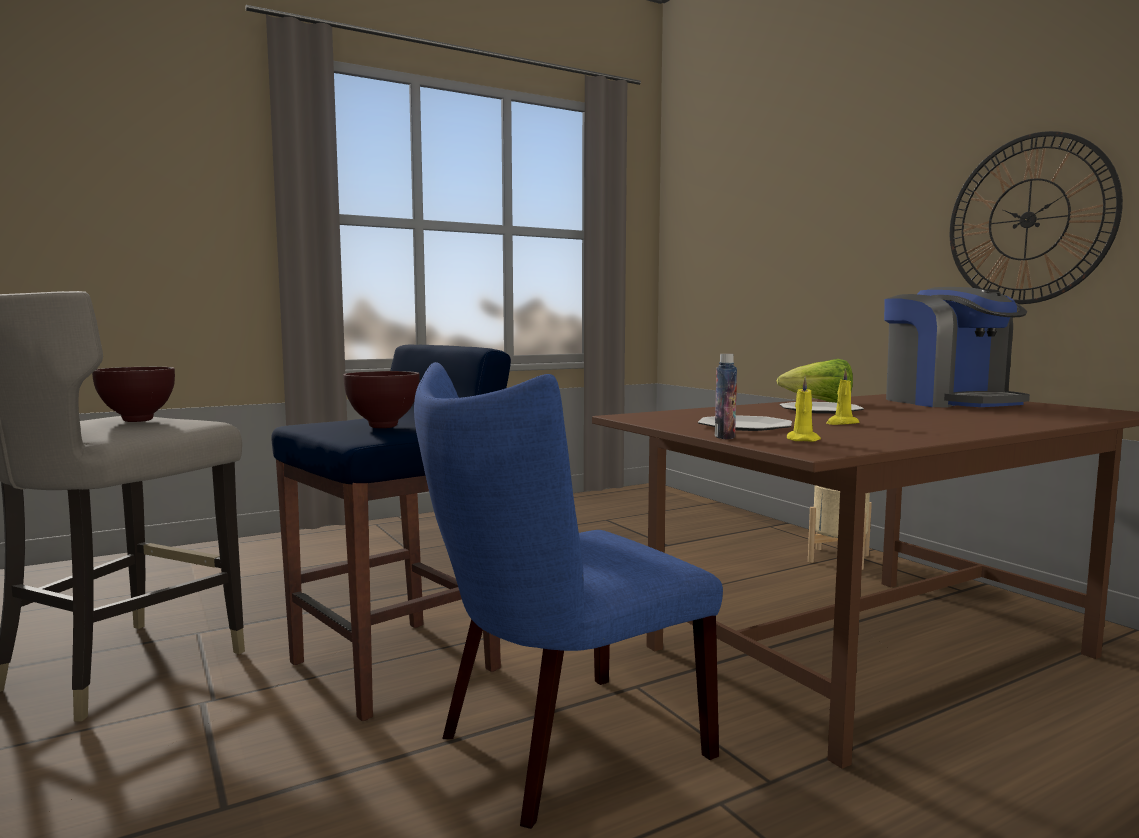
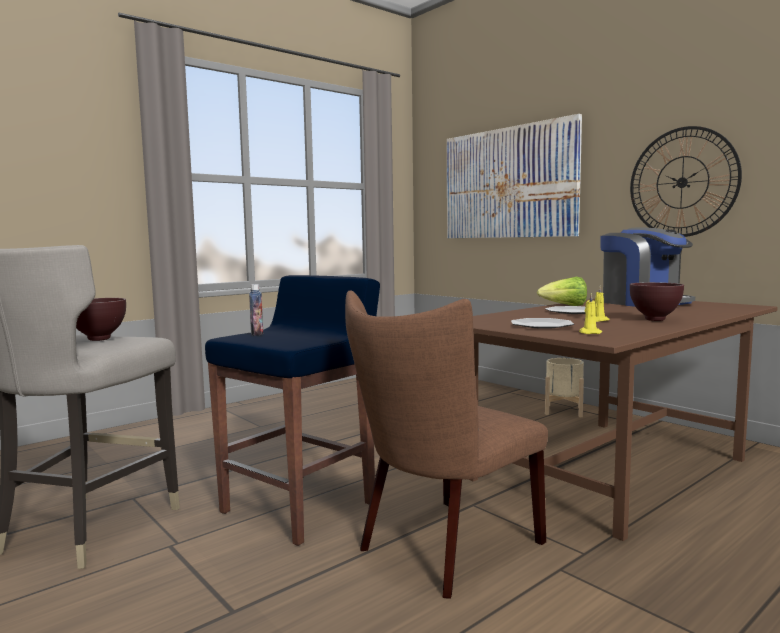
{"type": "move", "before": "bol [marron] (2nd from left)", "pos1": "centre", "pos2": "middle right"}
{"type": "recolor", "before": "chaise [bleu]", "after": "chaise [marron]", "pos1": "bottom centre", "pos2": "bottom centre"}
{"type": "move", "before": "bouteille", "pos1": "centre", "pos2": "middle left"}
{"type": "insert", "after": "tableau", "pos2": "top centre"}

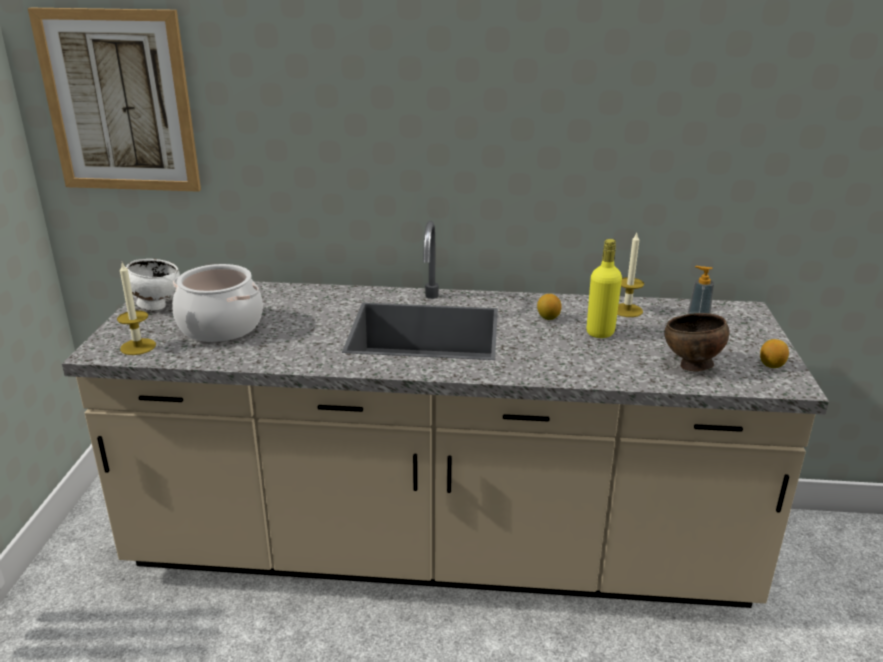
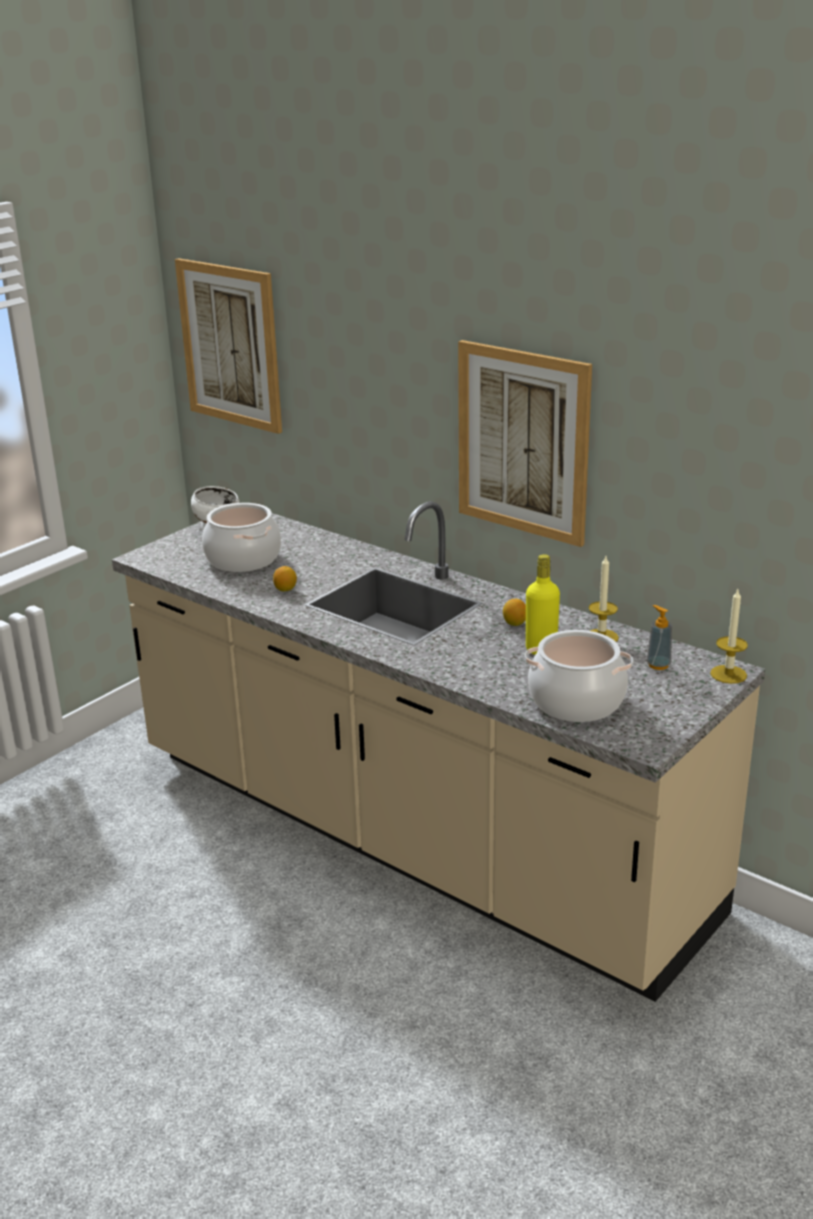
{"type": "move", "before": "bougie (1st from left in the first image)", "after": "bougie (2nd from left)", "pos1": "middle left", "pos2": "middle right"}
{"type": "replace", "before": "bol [marron]", "after": "marmite (2nd from left)", "pos1": "middle right", "pos2": "middle right"}
{"type": "move", "before": "citron (2nd from left in the first image)", "after": "citron (1st from left)", "pos1": "middle right", "pos2": "centre"}
{"type": "insert", "after": "tableau (2nd from left)", "pos2": "centre"}

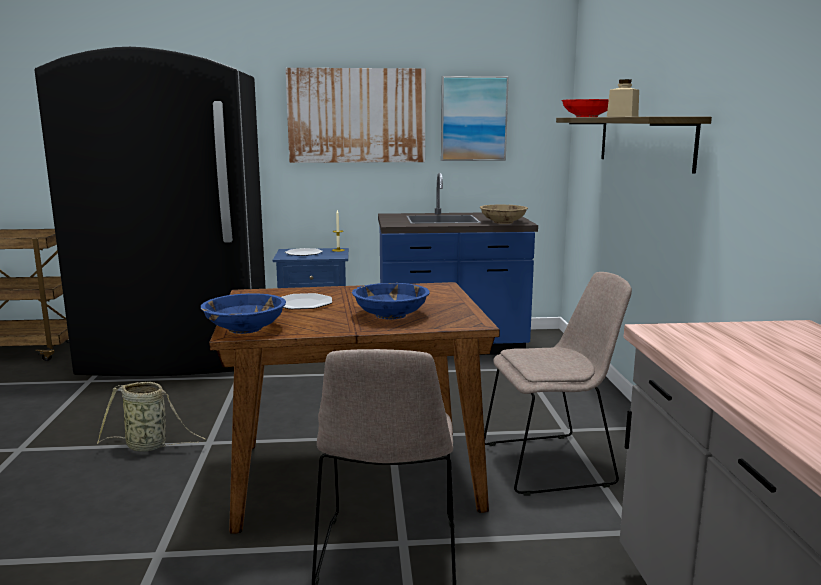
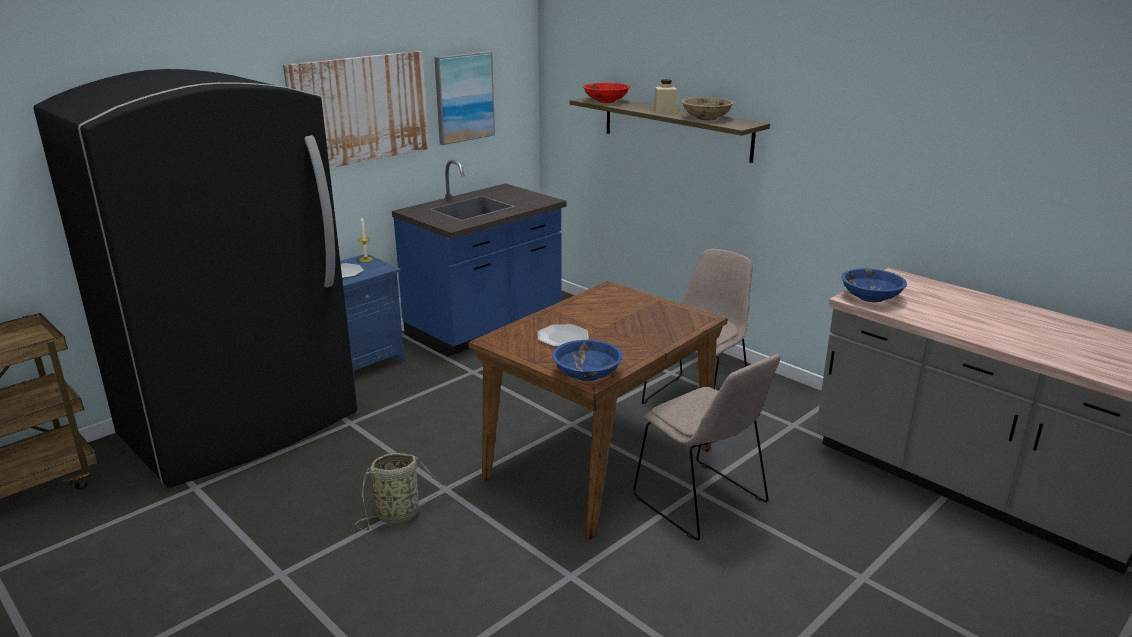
{"type": "move", "before": "bol [bleu] (2nd from left)", "pos1": "centre", "pos2": "middle right"}
{"type": "move", "before": "bol [beige]", "pos1": "centre", "pos2": "top centre"}

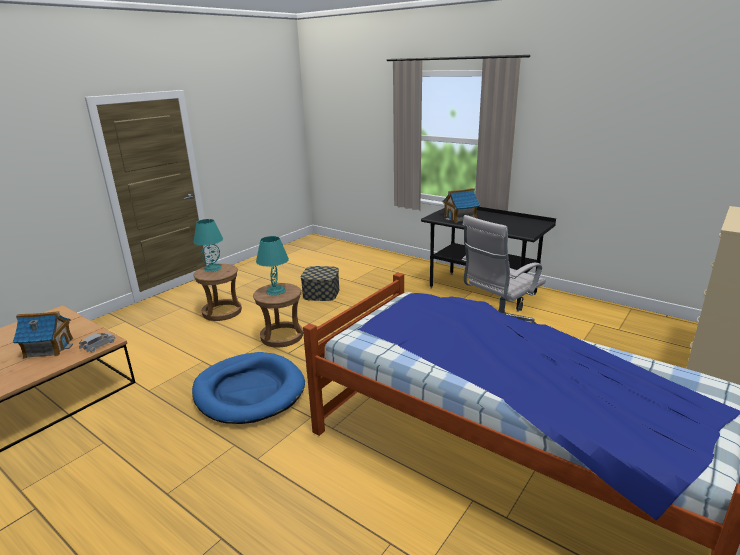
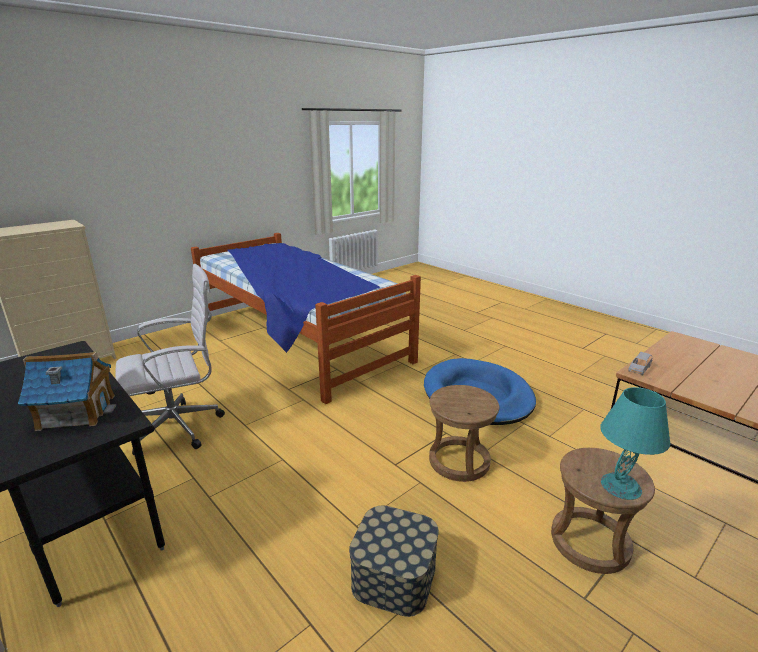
{"type": "delete", "before": "maison miniature (1st from left)", "pos1": "middle left"}
{"type": "delete", "before": "lampe de table [turquoise] (2nd from left)", "pos1": "centre"}

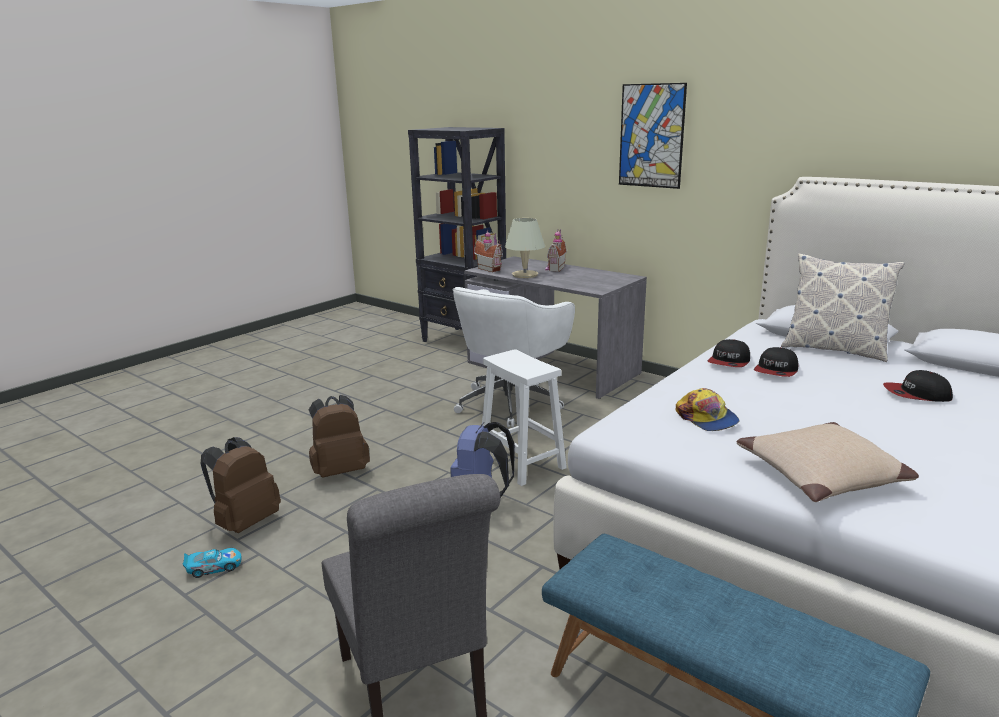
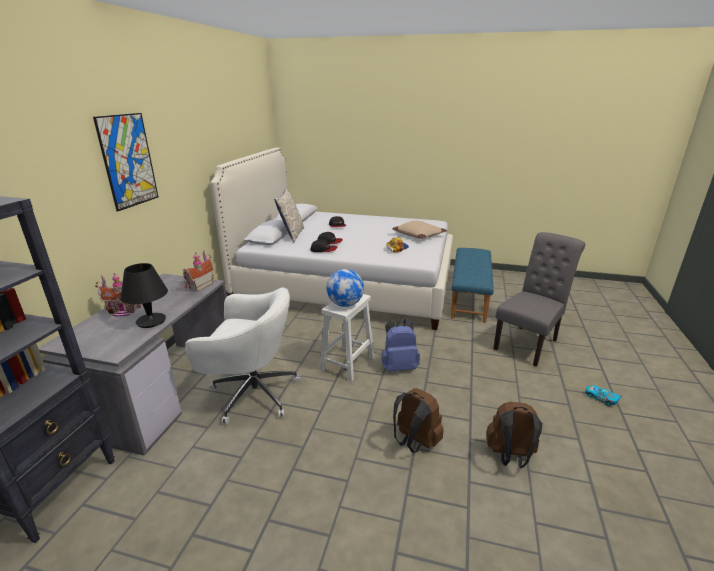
{"type": "move", "before": "petite voiture", "pos1": "bottom left", "pos2": "bottom right"}
{"type": "move", "before": "maison miniature (1st from left in the first image)", "after": "maison miniature (2nd from left)", "pos1": "centre", "pos2": "middle left"}
{"type": "recolor", "before": "lampe de table [beige]", "after": "lampe de table [noir]", "pos1": "centre", "pos2": "middle left"}
{"type": "insert", "after": "globe", "pos2": "centre"}

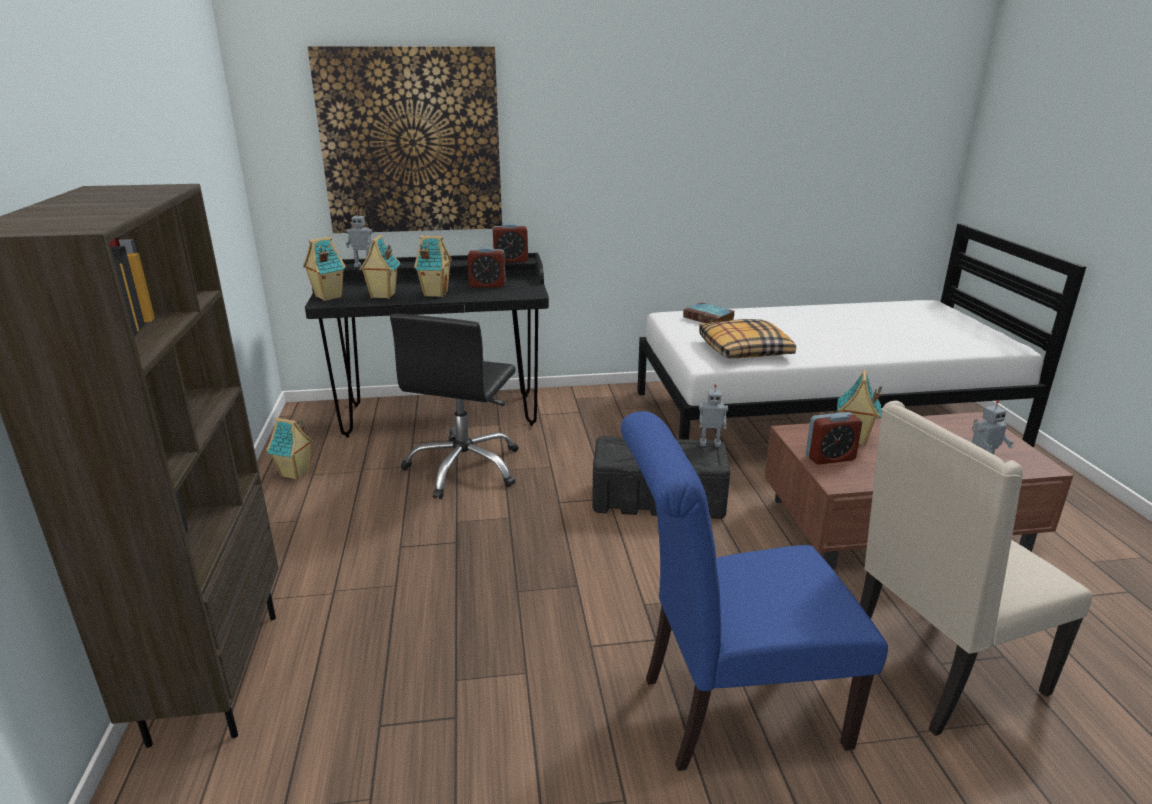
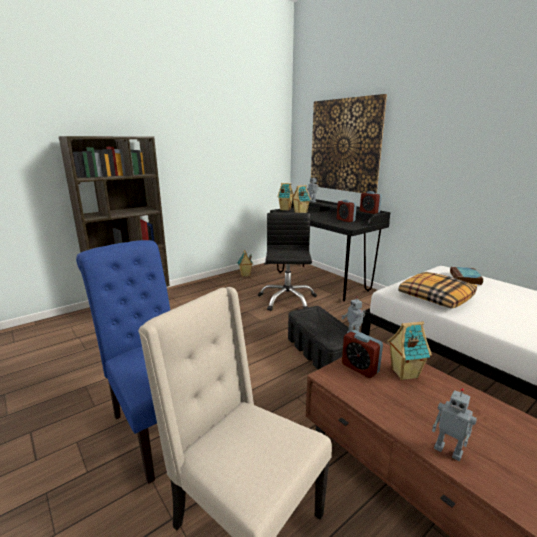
{"type": "rotate", "before": "chaise de bureau [noir]", "pos1": "centre", "pos2": "centre", "turn": 105}
{"type": "delete", "before": "maison miniature (4th from left)", "pos1": "top centre"}

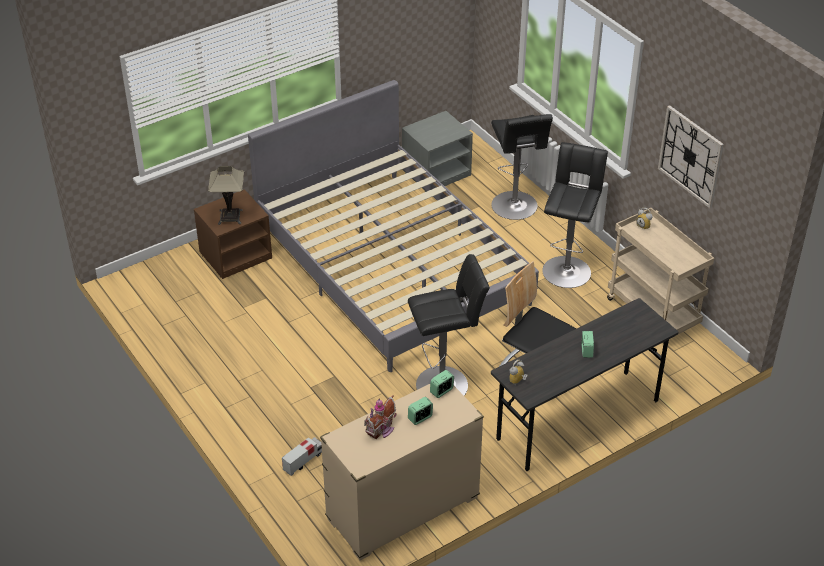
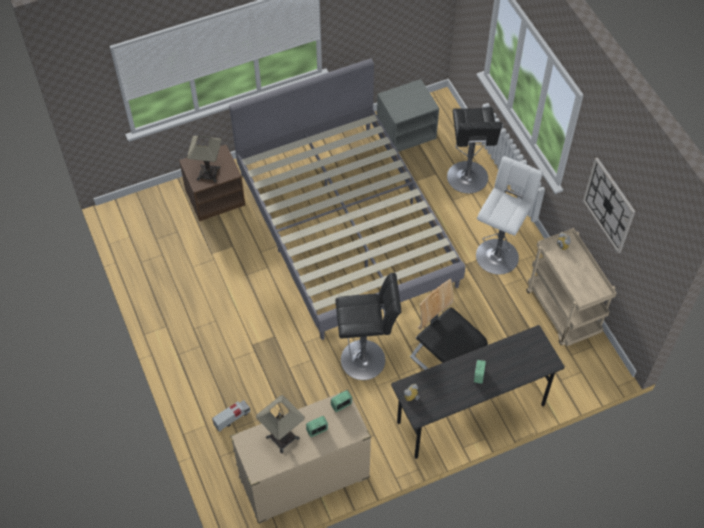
{"type": "replace", "before": "maison miniature", "after": "lampe de table (2nd from left)", "pos1": "bottom centre", "pos2": "bottom centre"}
{"type": "recolor", "before": "tabouret [noir] (3rd from left)", "after": "tabouret [blanc]", "pos1": "middle right", "pos2": "middle right"}

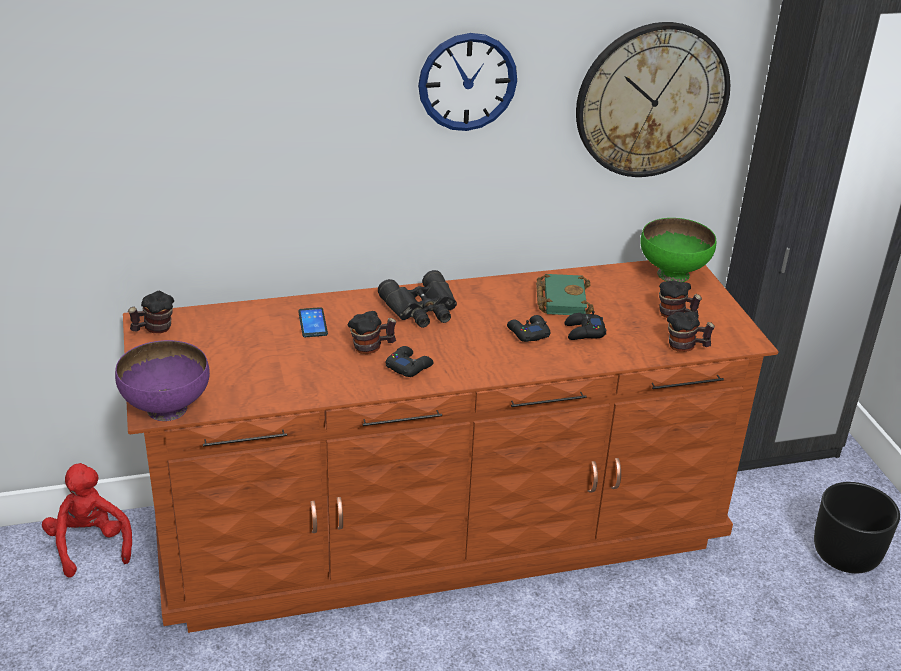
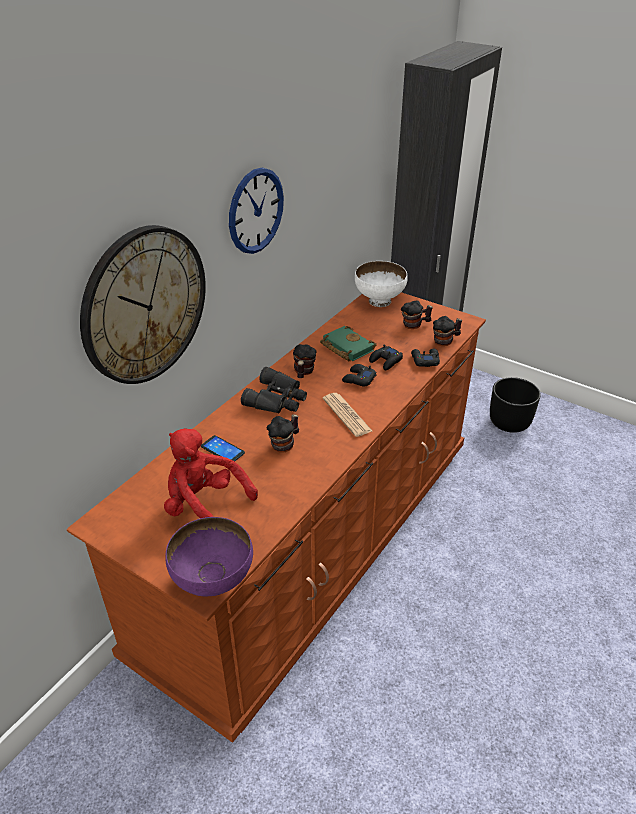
{"type": "move", "before": "peluche [rouge]", "pos1": "bottom left", "pos2": "middle left"}
{"type": "move", "before": "mug (1st from left in the first image)", "after": "mug (2nd from left)", "pos1": "middle left", "pos2": "centre"}
{"type": "move", "before": "manette [noir] (1st from left in the first image)", "after": "manette [noir] (3rd from left)", "pos1": "centre", "pos2": "middle right"}
{"type": "move", "before": "horloge murale (2nd from left in the first image)", "after": "horloge murale (1st from left)", "pos1": "top right", "pos2": "middle left"}
{"type": "recolor", "before": "bol [vert]", "after": "bol [blanc]", "pos1": "middle right", "pos2": "centre"}
{"type": "insert", "after": "journal", "pos2": "centre"}

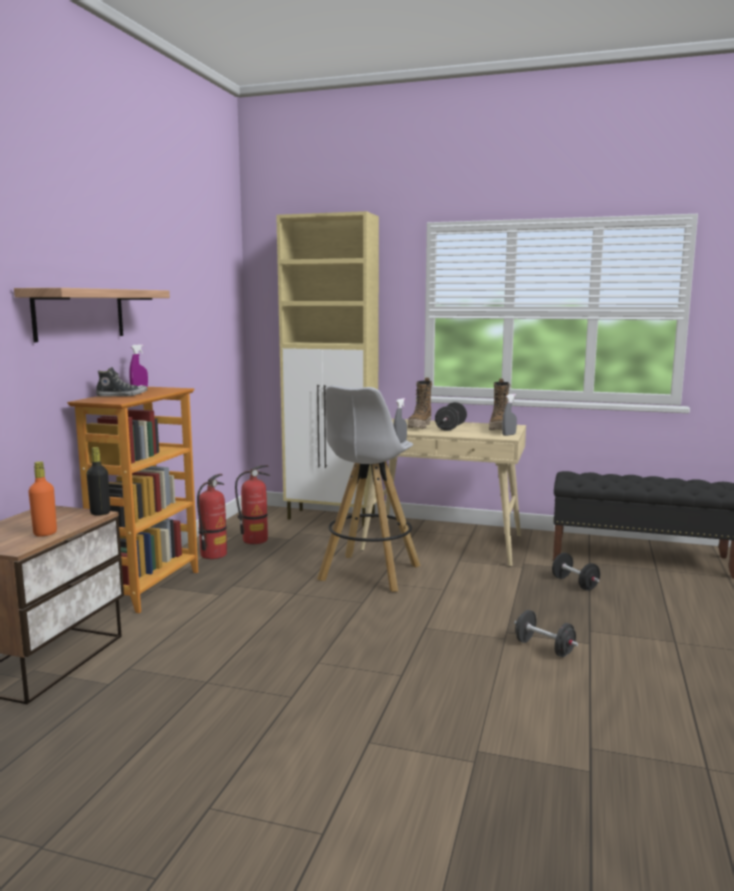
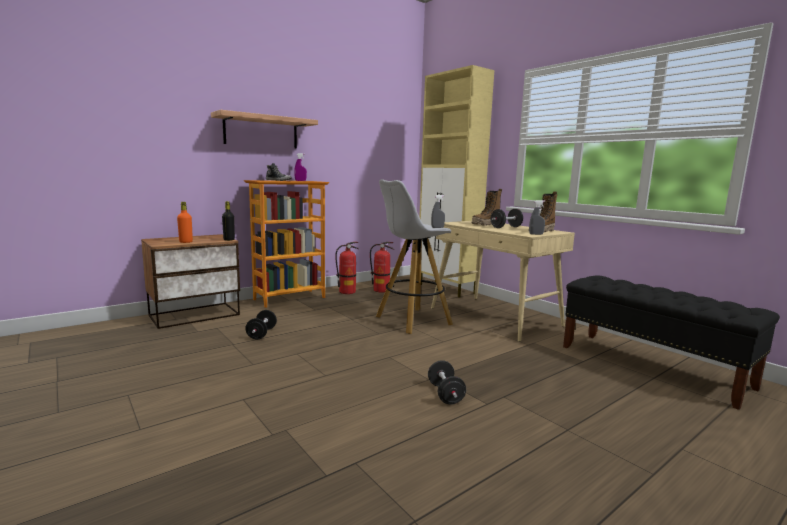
{"type": "move", "before": "haltère [noir] (3rd from left in the first image)", "after": "haltère [noir] (1st from left)", "pos1": "middle right", "pos2": "middle left"}

